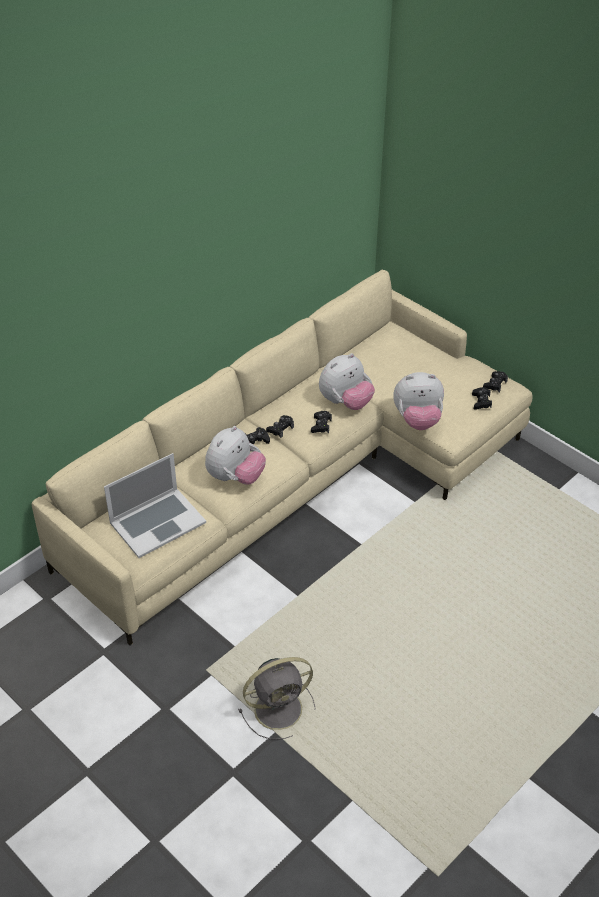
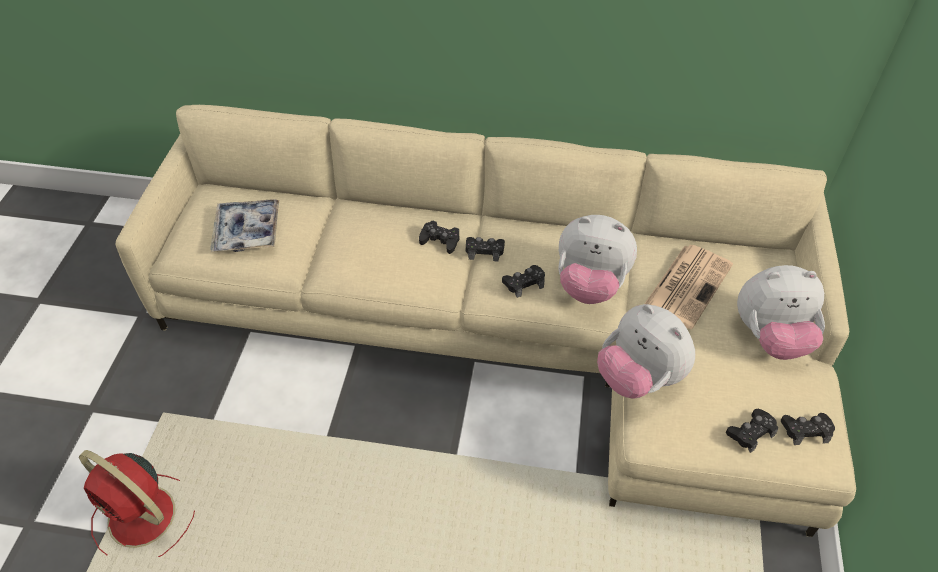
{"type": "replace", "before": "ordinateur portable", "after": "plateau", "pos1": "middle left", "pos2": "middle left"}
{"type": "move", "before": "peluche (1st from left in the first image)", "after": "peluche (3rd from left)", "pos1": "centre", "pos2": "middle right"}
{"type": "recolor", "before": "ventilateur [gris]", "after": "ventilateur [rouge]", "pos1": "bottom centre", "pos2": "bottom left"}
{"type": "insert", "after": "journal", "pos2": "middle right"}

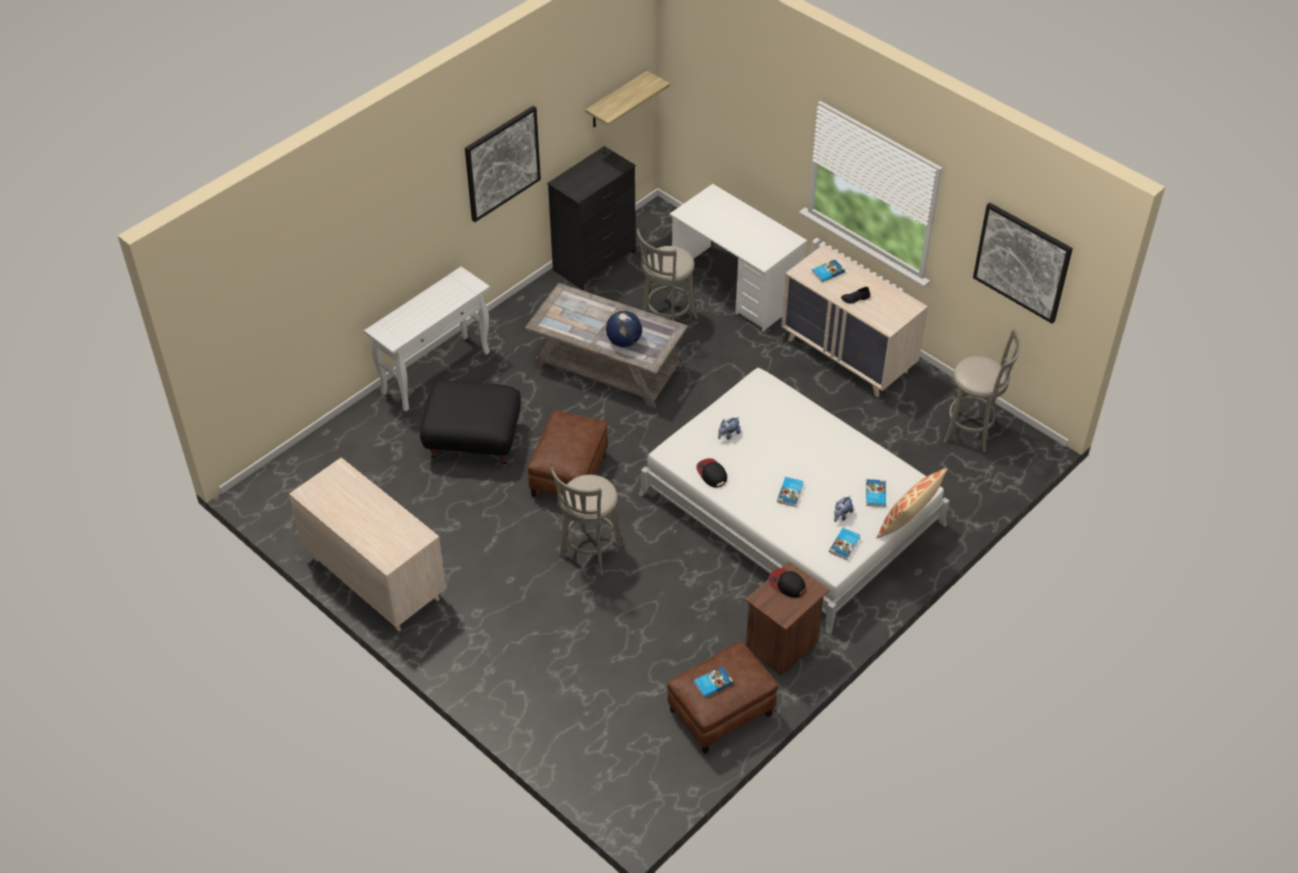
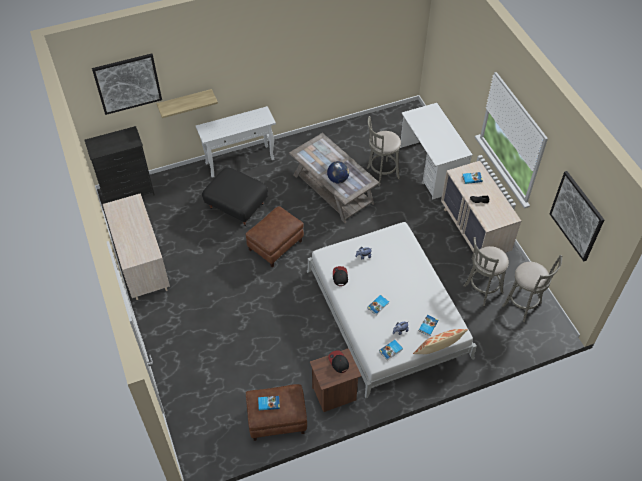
{"type": "move", "before": "tableau (1st from left)", "pos1": "top centre", "pos2": "top left"}
{"type": "move", "before": "commode [noir]", "pos1": "top centre", "pos2": "middle left"}
{"type": "move", "before": "tabouret [gris] (1st from left in the first image)", "after": "tabouret [gris] (2nd from left)", "pos1": "centre", "pos2": "middle right"}
{"type": "move", "before": "étagère", "pos1": "top centre", "pos2": "top left"}

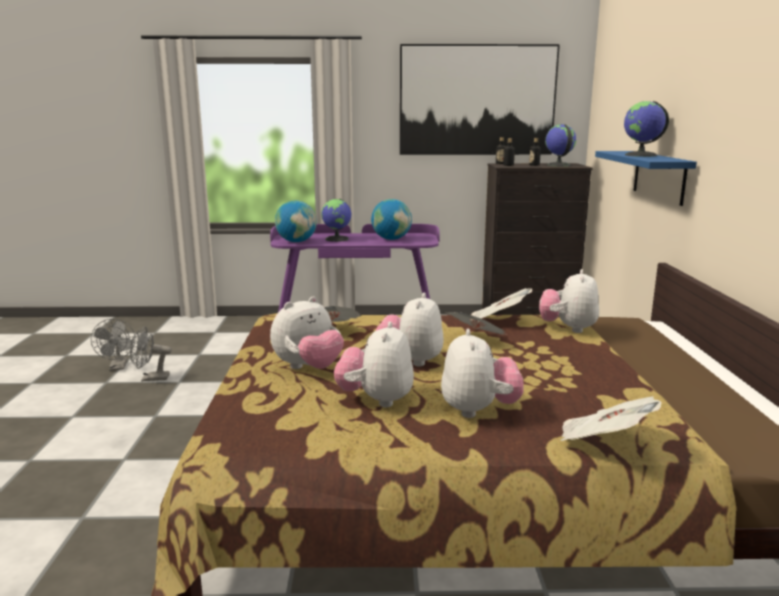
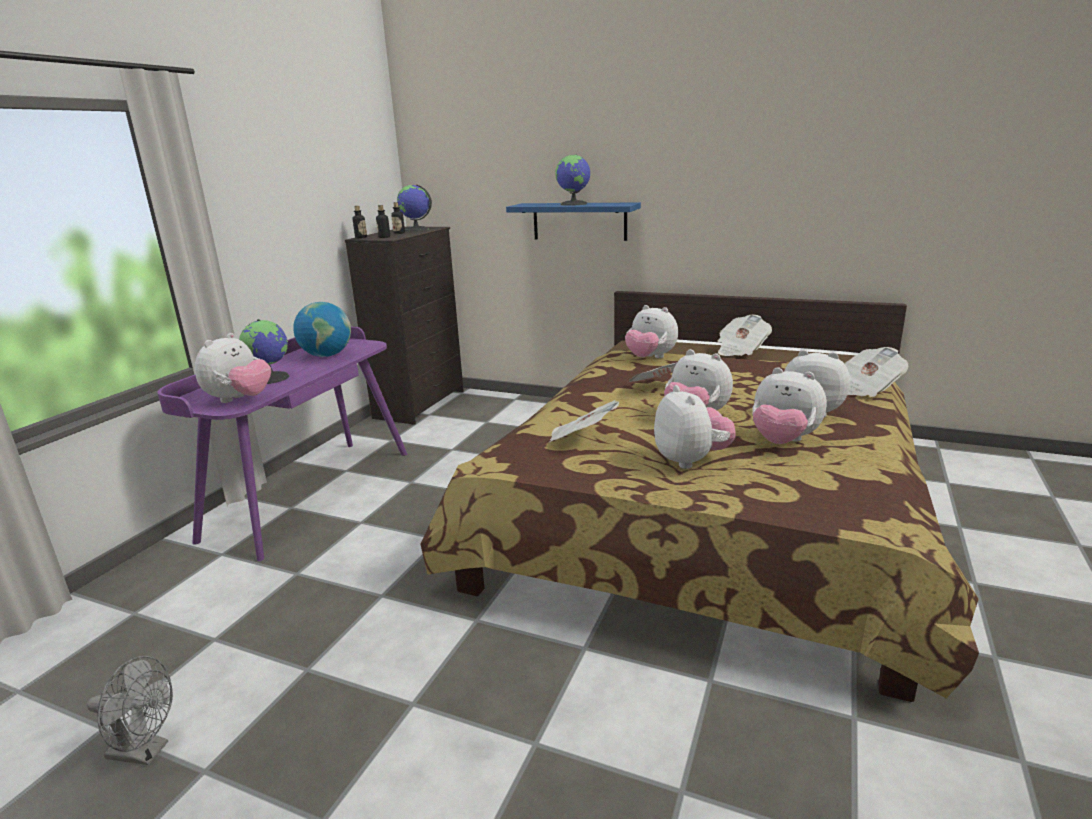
{"type": "delete", "before": "ventilateur [gris] (2nd from left)", "pos1": "middle left"}
{"type": "replace", "before": "globe (1st from left)", "after": "peluche (1st from left)", "pos1": "centre", "pos2": "middle left"}
{"type": "delete", "before": "tableau", "pos1": "top centre"}
{"type": "move", "before": "journal (3rd from left)", "pos1": "centre", "pos2": "middle right"}

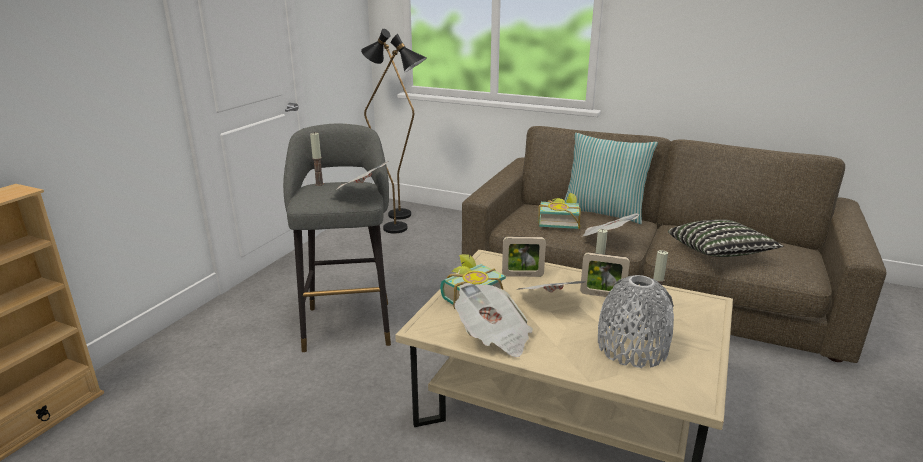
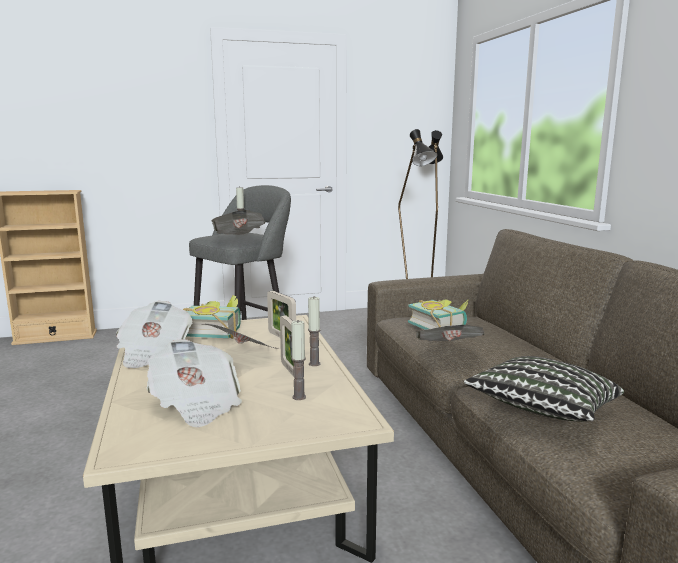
{"type": "delete", "before": "coussin (1st from left)", "pos1": "centre"}
{"type": "replace", "before": "vase [gris]", "after": "journal (2nd from left)", "pos1": "bottom right", "pos2": "bottom left"}

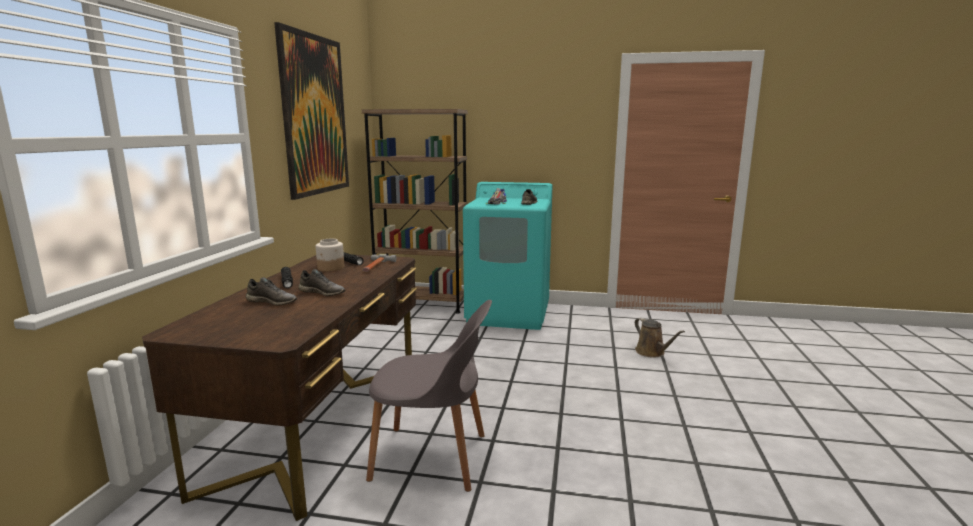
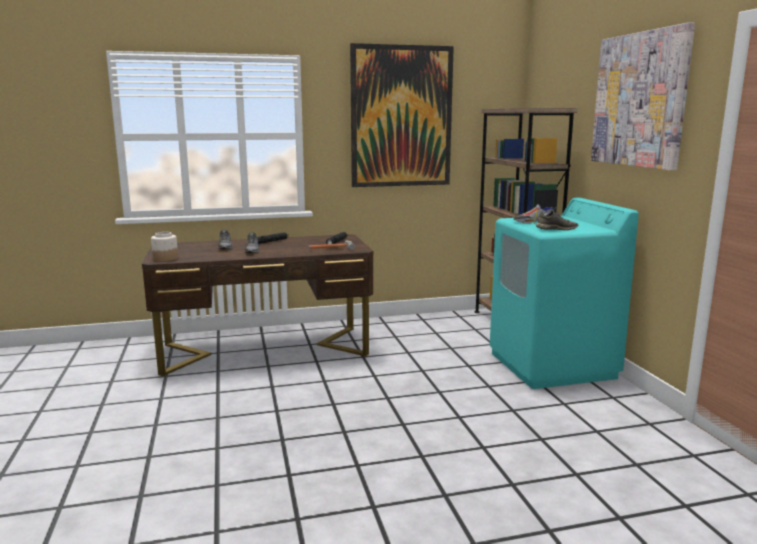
{"type": "move", "before": "bocal", "pos1": "centre", "pos2": "middle left"}
{"type": "delete", "before": "chaise [gris]", "pos1": "bottom centre"}
{"type": "delete", "before": "arrosoir [marron]", "pos1": "middle right"}
{"type": "insert", "after": "tableau (2nd from left)", "pos2": "top right"}

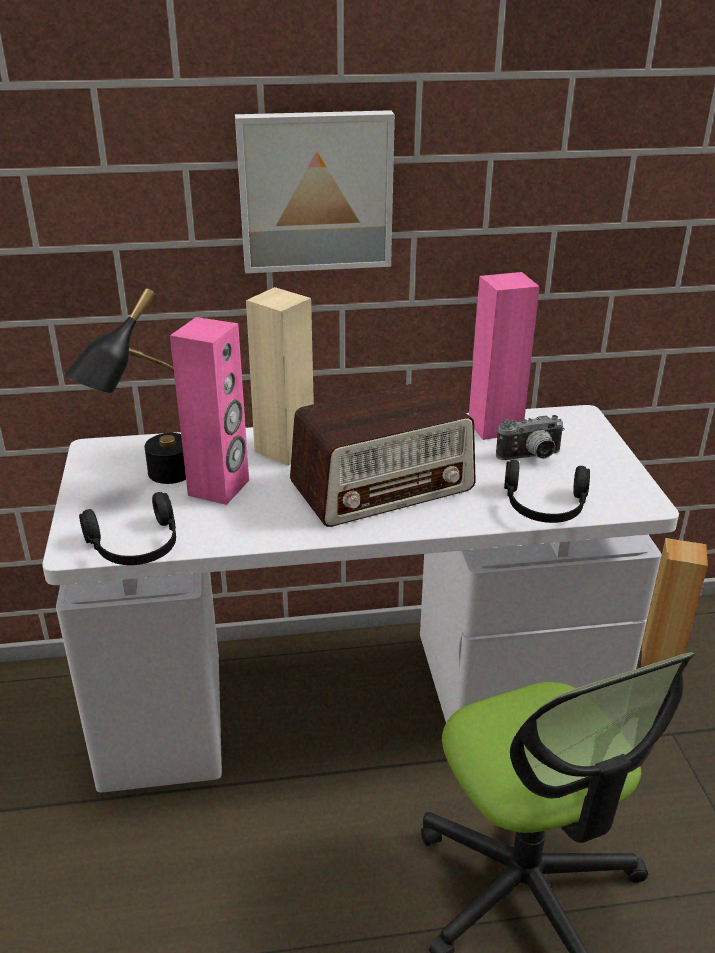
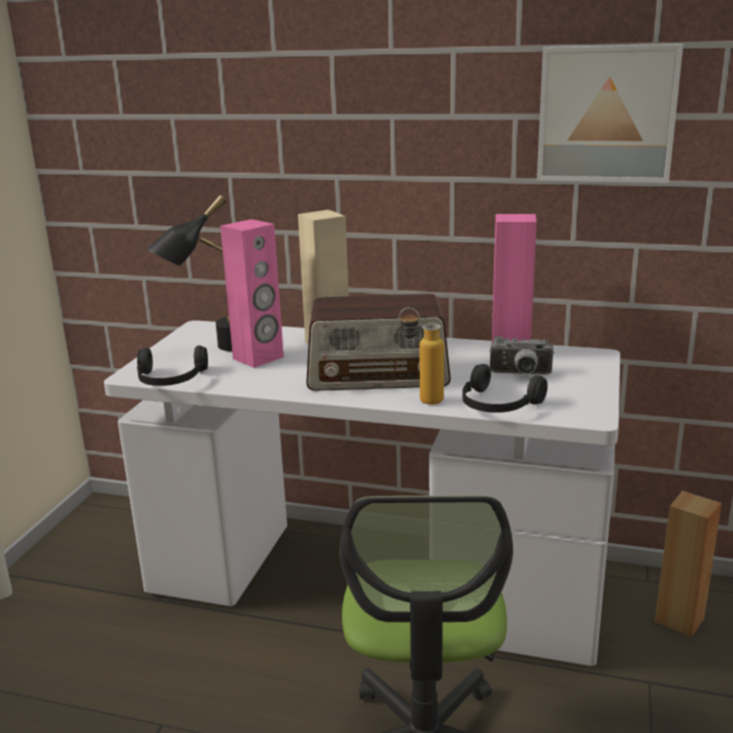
{"type": "move", "before": "tableau", "pos1": "top centre", "pos2": "top right"}
{"type": "insert", "after": "bouteille", "pos2": "centre"}

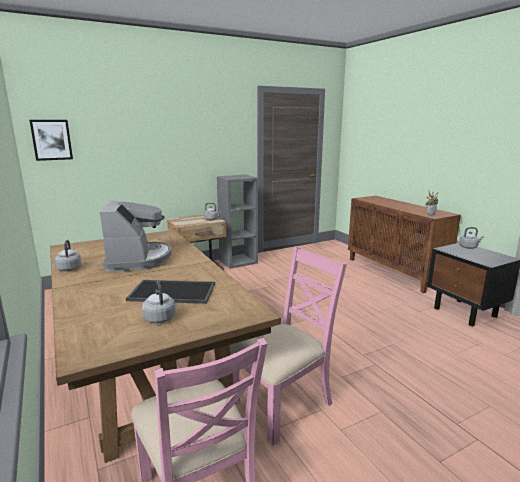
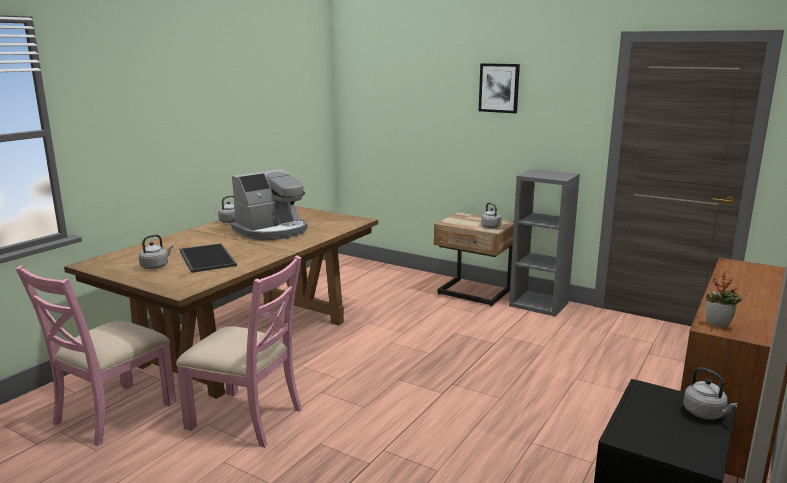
{"type": "move", "before": "tableau", "pos1": "top left", "pos2": "top centre"}

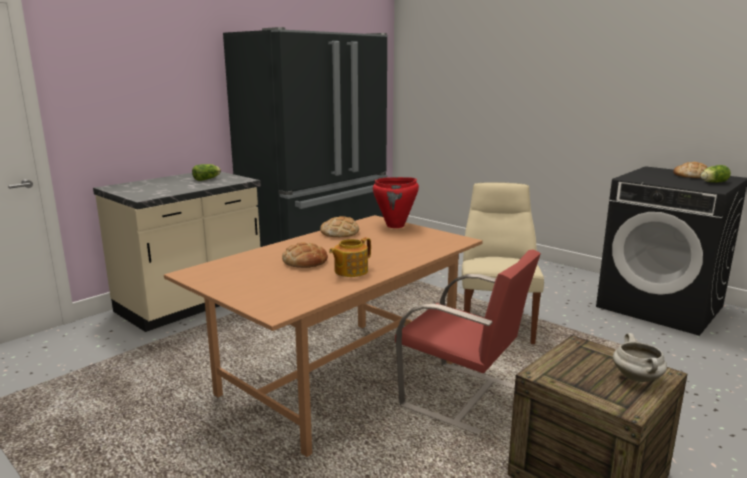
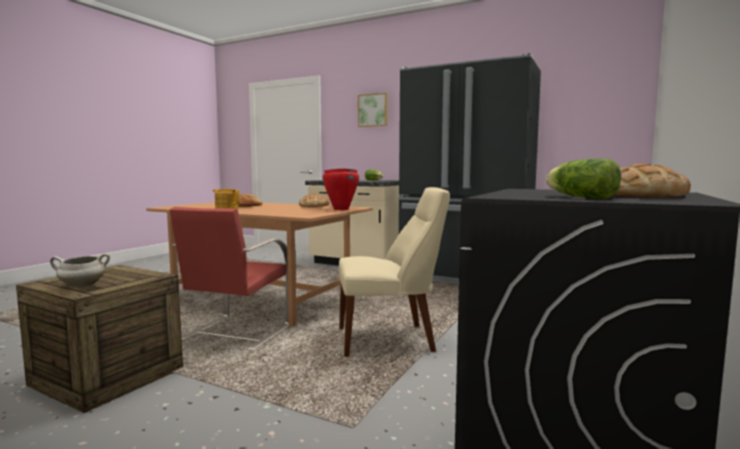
{"type": "insert", "after": "tableau", "pos2": "top centre"}

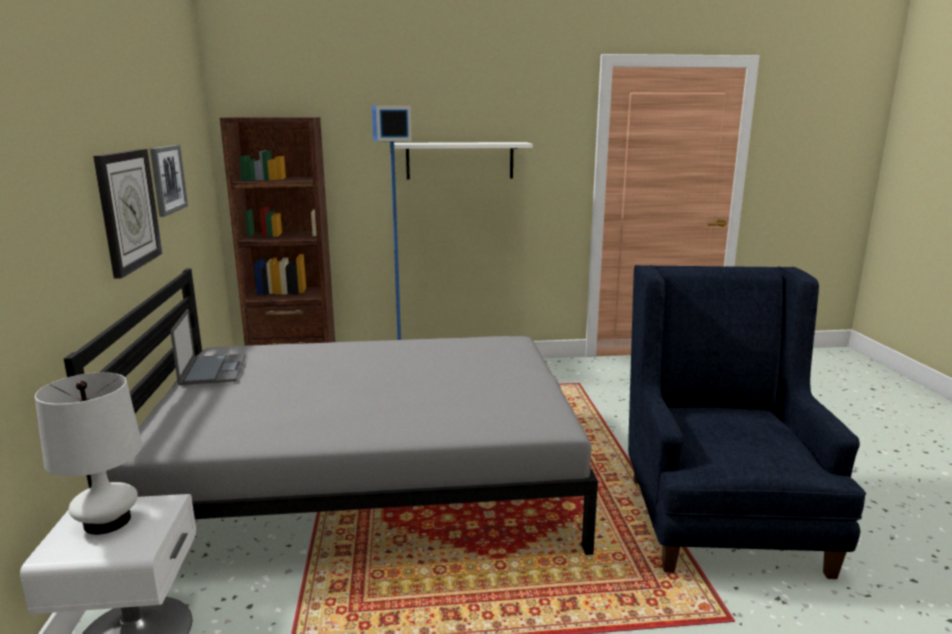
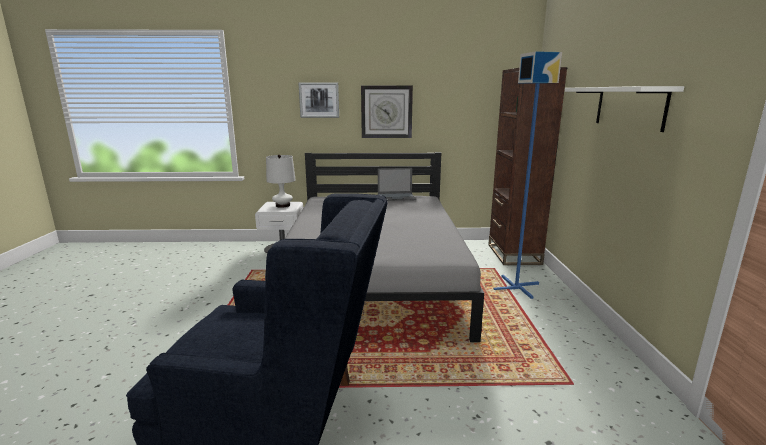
{"type": "move", "before": "tableau", "pos1": "top left", "pos2": "top centre"}

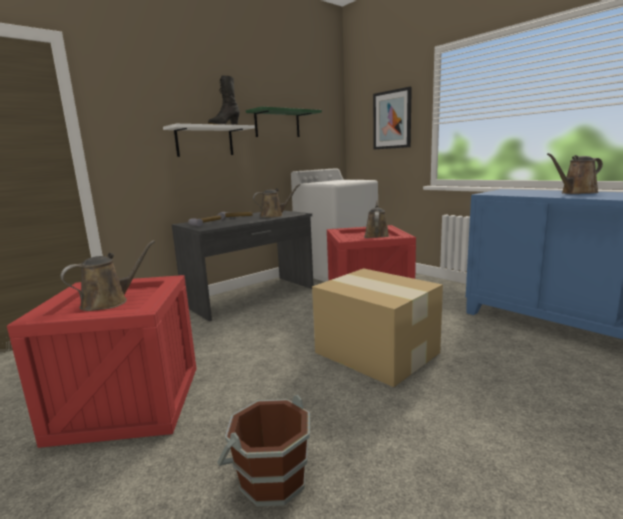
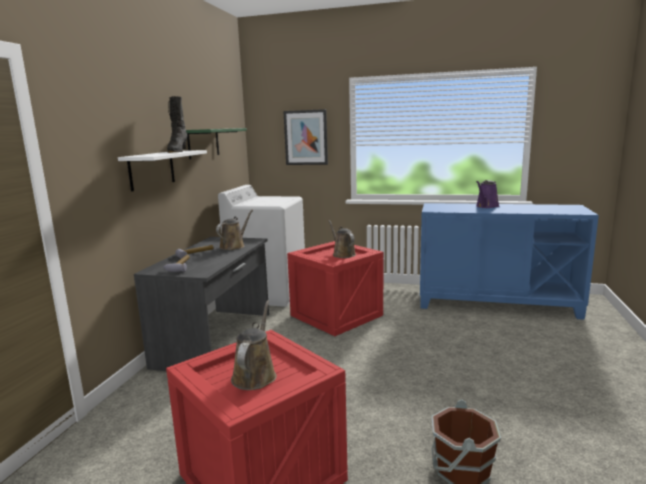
{"type": "delete", "before": "carton", "pos1": "centre"}
{"type": "recolor", "before": "arrosoir [marron] (4th from left)", "after": "arrosoir [violet]", "pos1": "middle right", "pos2": "middle right"}

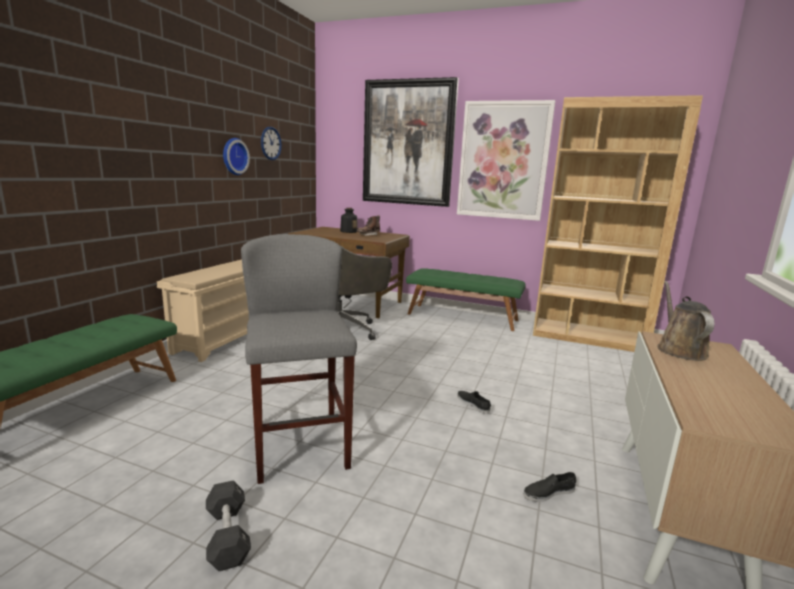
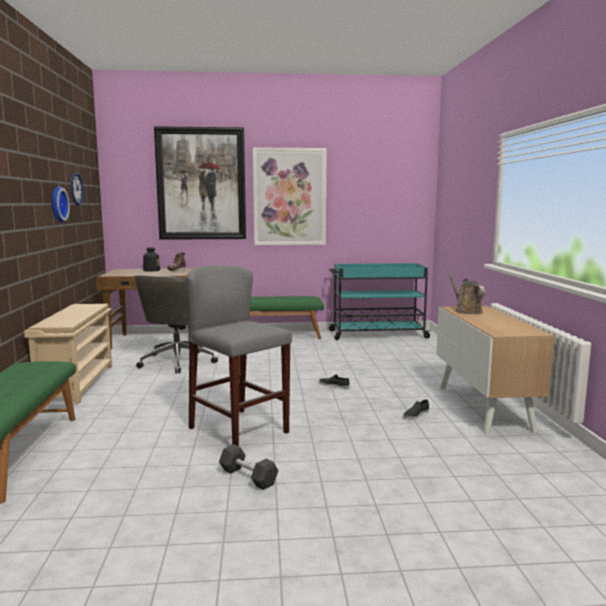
{"type": "replace", "before": "bibliothèque [marron]", "after": "chariot [turquoise]", "pos1": "middle right", "pos2": "centre"}

